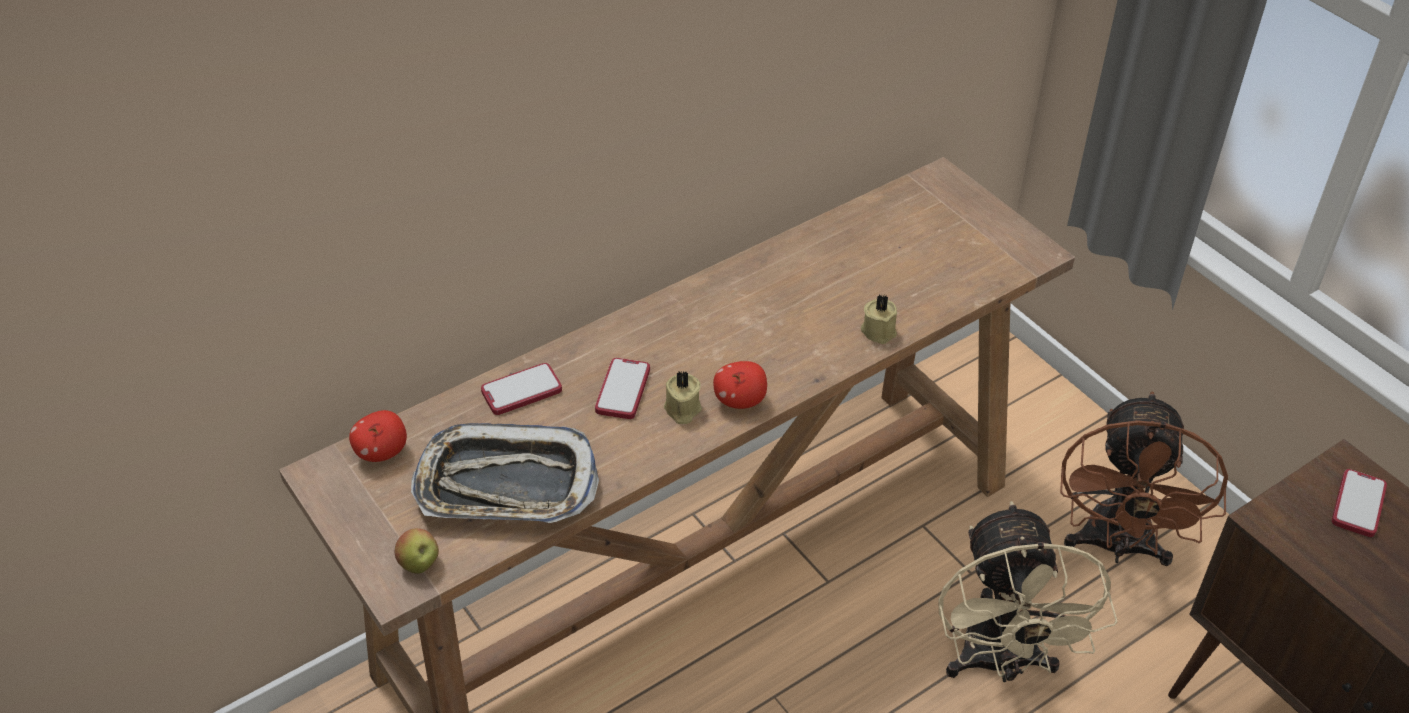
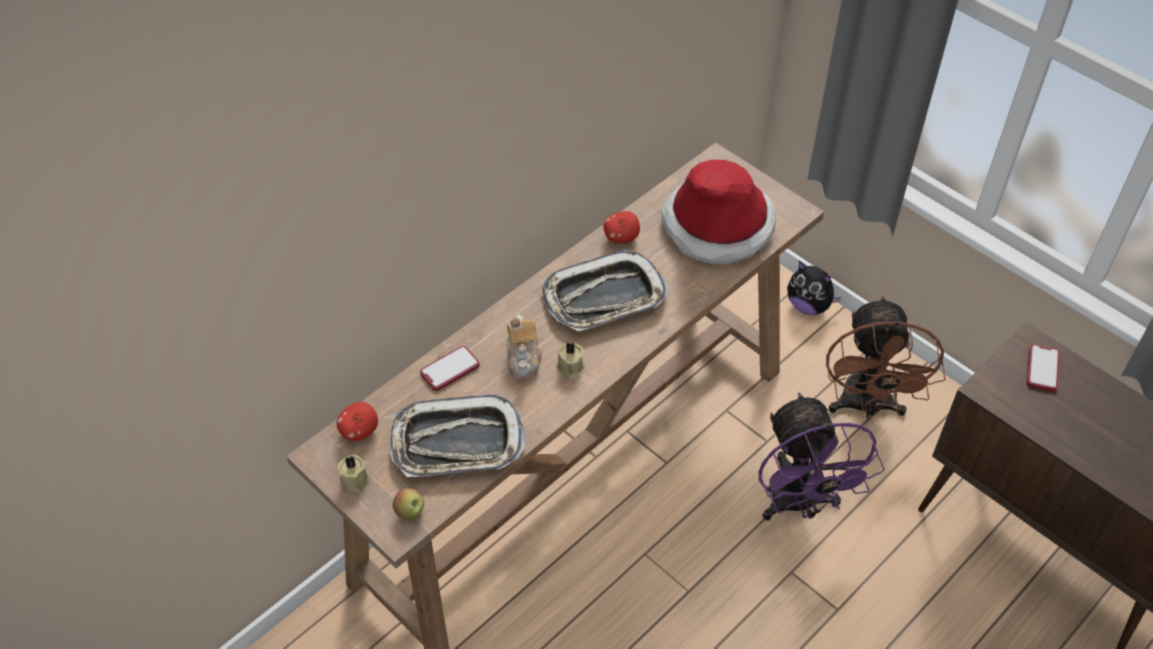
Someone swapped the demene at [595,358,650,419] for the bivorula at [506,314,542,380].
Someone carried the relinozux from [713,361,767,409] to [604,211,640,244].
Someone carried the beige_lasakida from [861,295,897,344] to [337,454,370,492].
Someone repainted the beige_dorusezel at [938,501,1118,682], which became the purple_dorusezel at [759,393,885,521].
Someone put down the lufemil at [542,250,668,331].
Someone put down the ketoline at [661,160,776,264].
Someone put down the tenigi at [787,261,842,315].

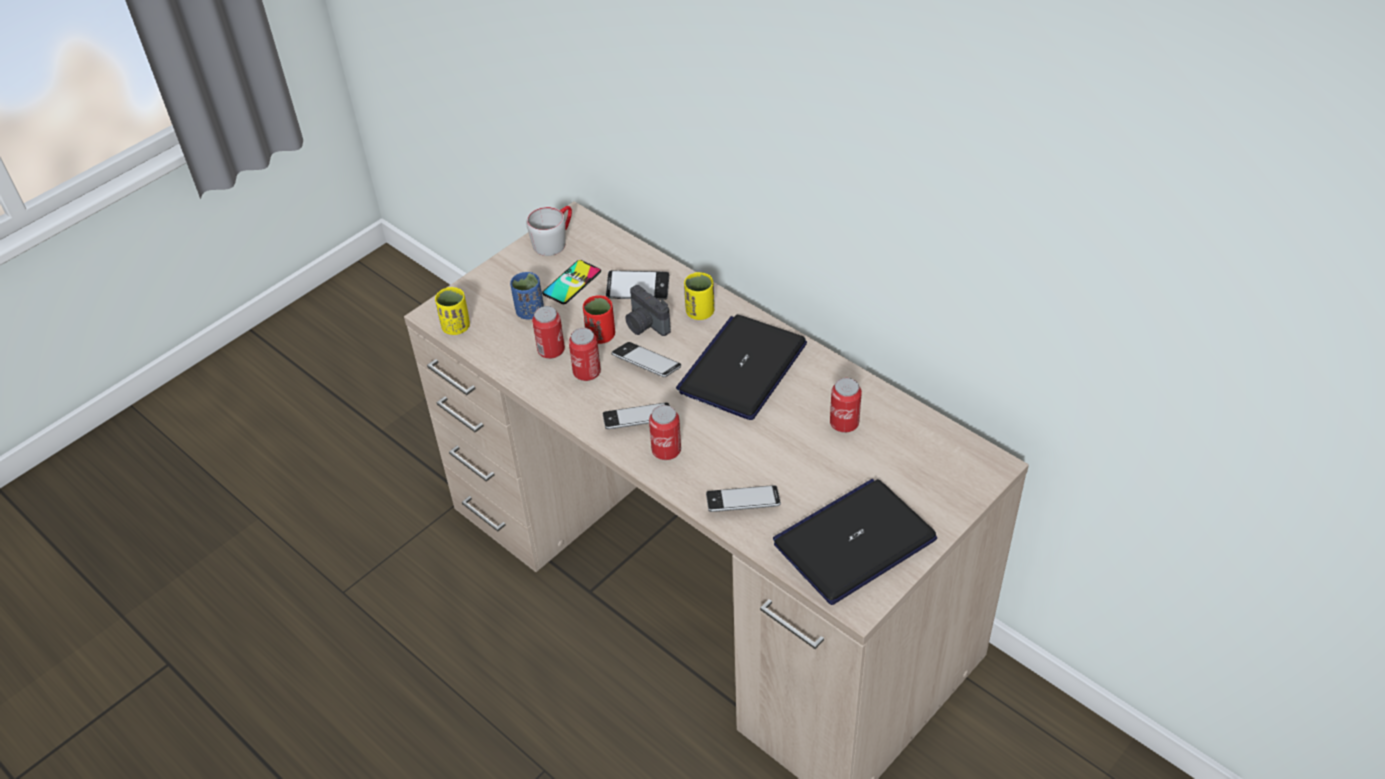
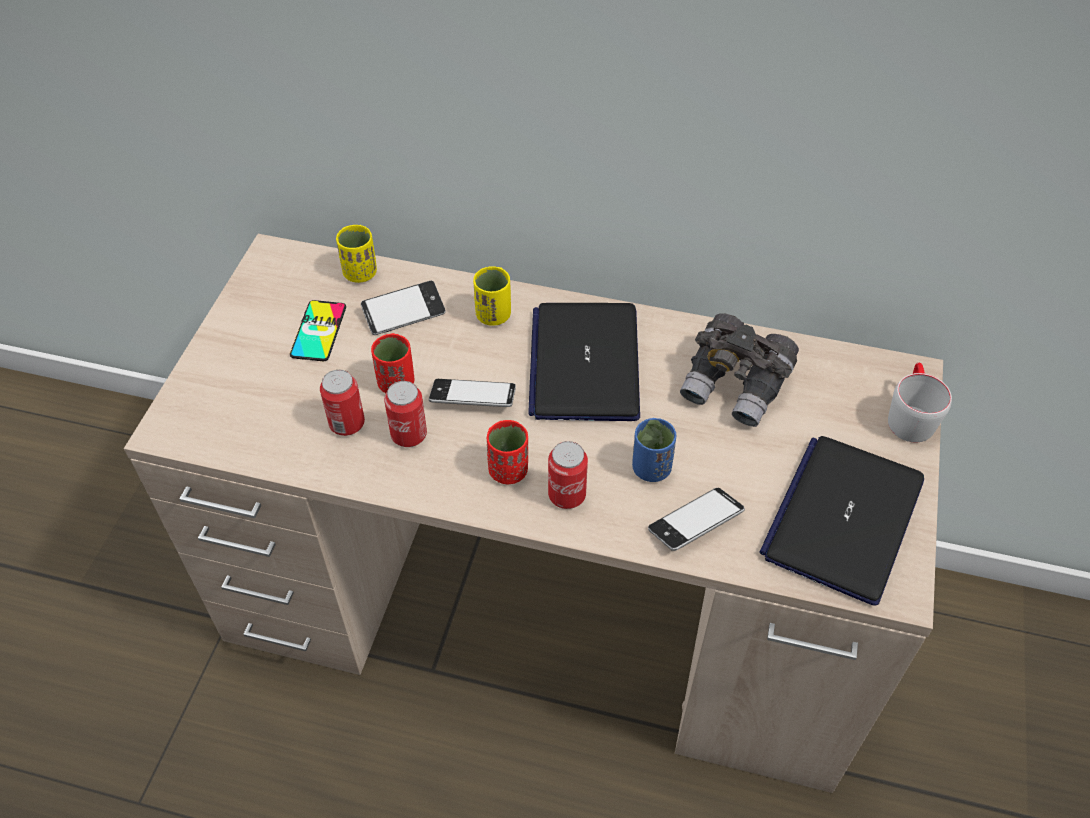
Someone carried the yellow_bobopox from [435,287,470,335] to [336,225,377,283].
Someone carried the blue_bobopox from [510,272,544,320] to [632,418,676,482].
Someone carried the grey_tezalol from [526,206,572,256] to [888,363,952,443].
Someone swapped the demene at [603,402,670,429] for the red_bobopox at [487,420,528,484].
Someone took away the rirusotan at [625,285,671,336].
Someone swapped the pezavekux at [830,378,862,433] for the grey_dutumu at [680,313,799,427].

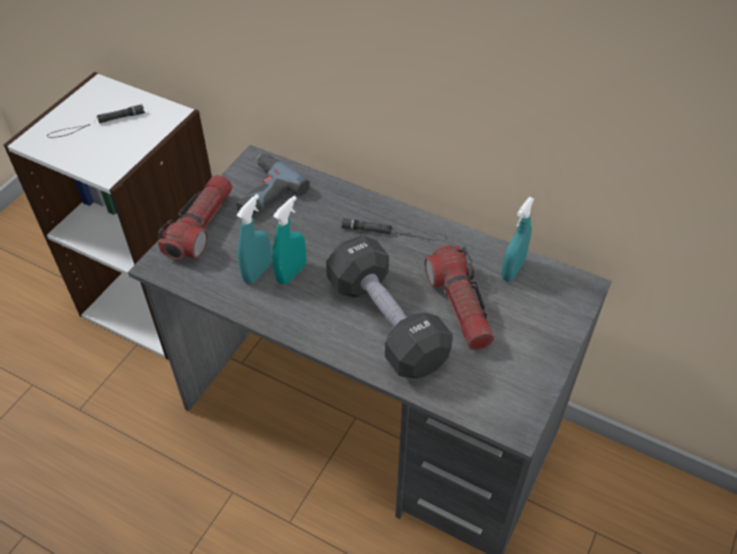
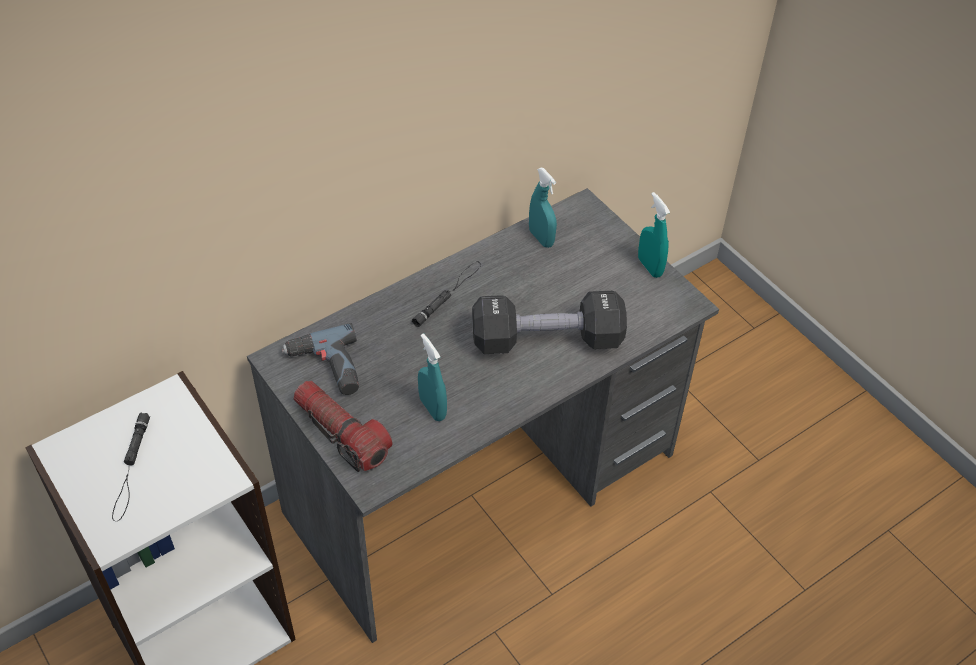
Someone carried the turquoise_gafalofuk from [272,196,306,285] to [638,192,670,278].
Someone took away the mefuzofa at [425,245,494,350].

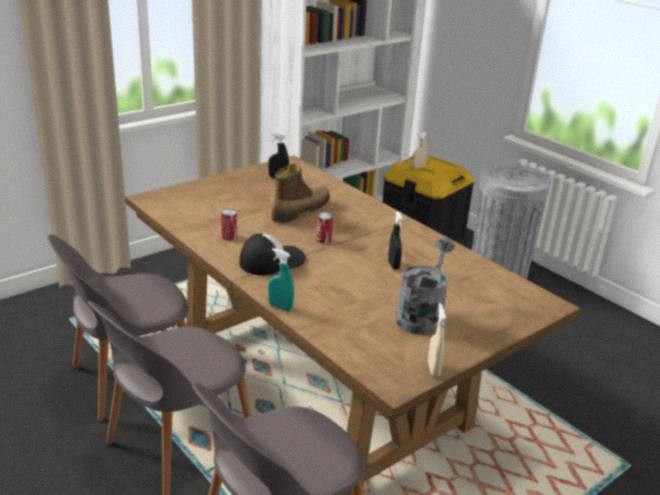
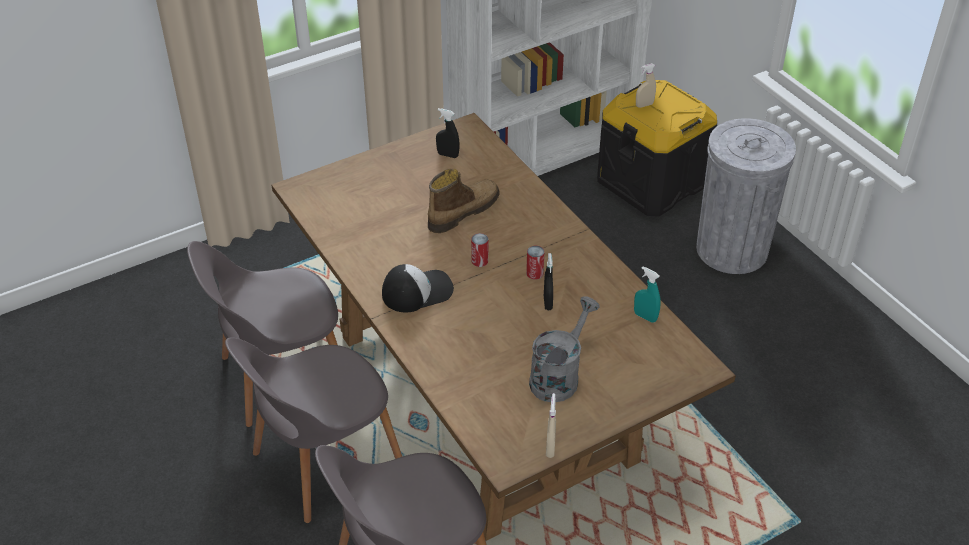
Someone carried the pezavekux from [221,209,237,240] to [526,246,544,280].
Someone carried the turquoise_gafalofuk from [268,248,294,311] to [634,266,661,323].

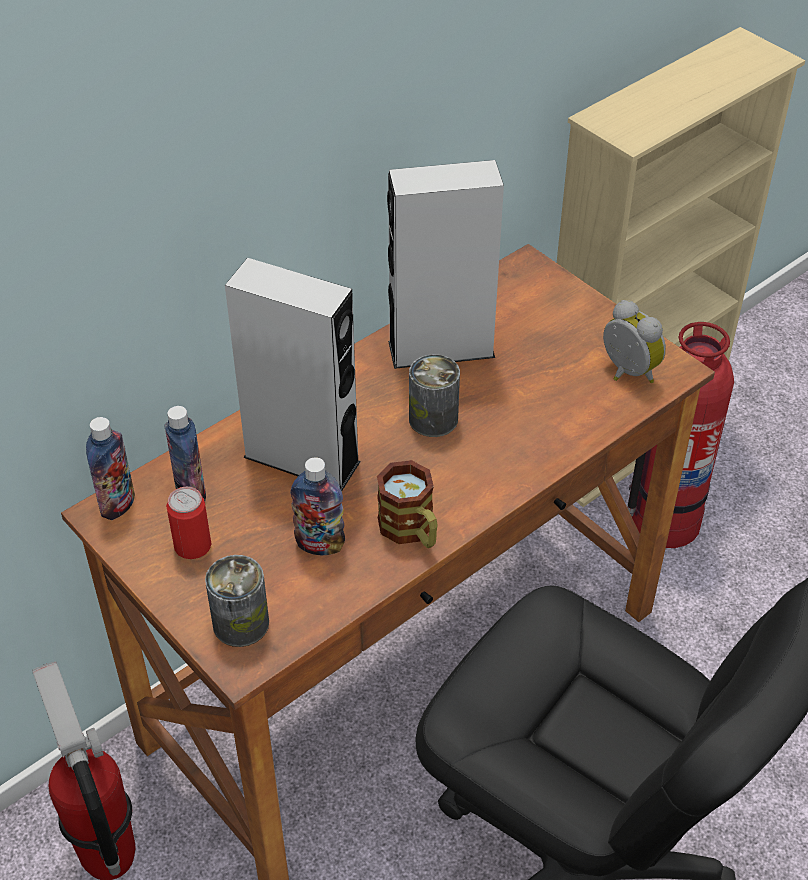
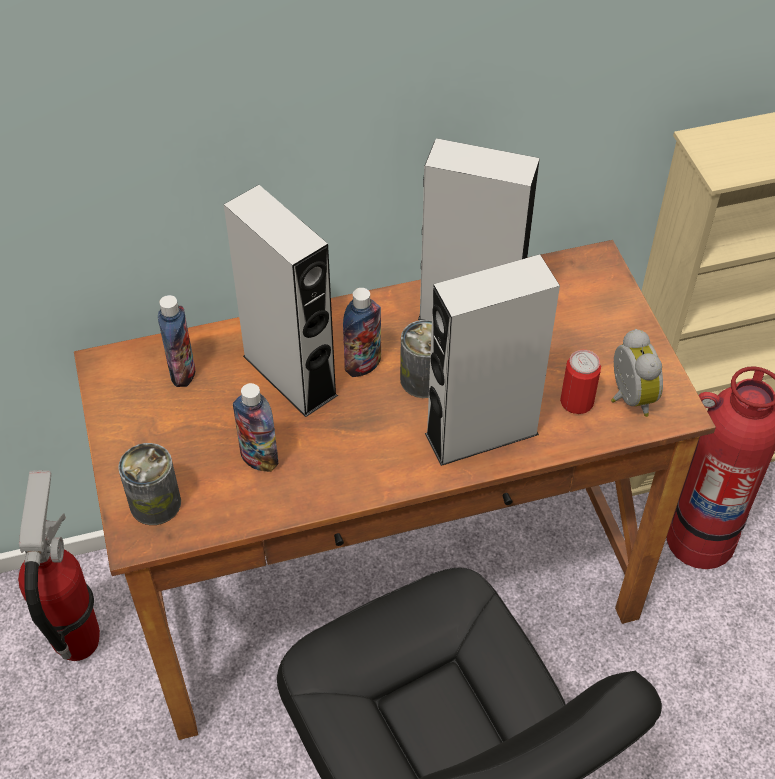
Someone carried the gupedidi from [86,417,135,520] to [343,288,381,377].
Someone carried the pezavekux from [166,487,212,559] to [560,350,601,414].
Someone took away the tezalol at [377,460,438,548].
Someone put down the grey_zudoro at [425,254,560,466].

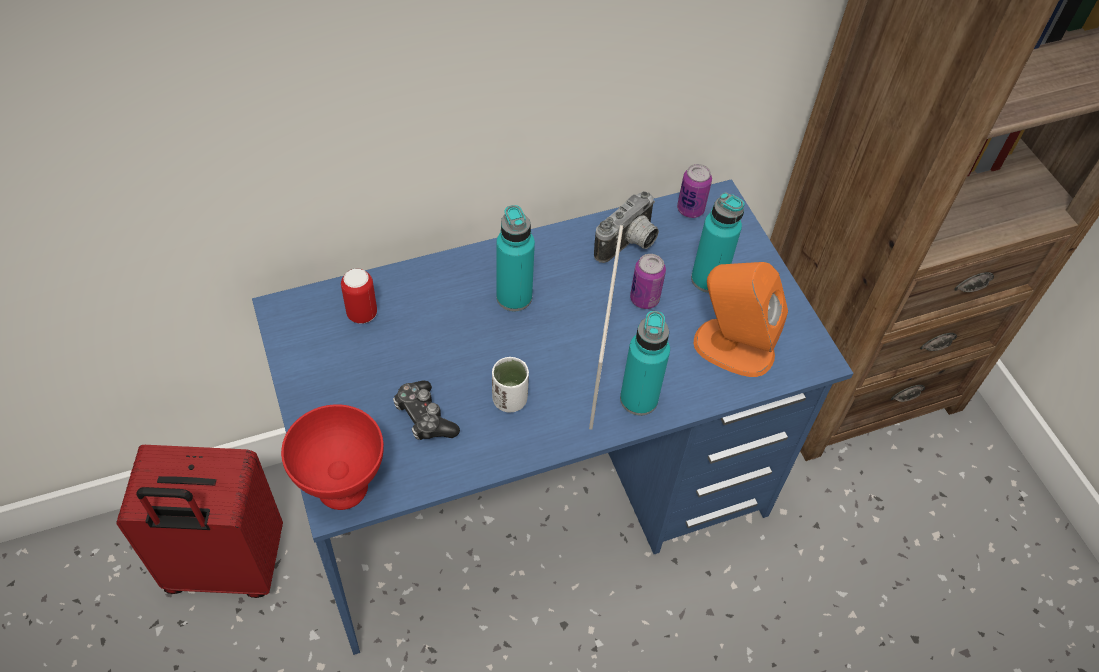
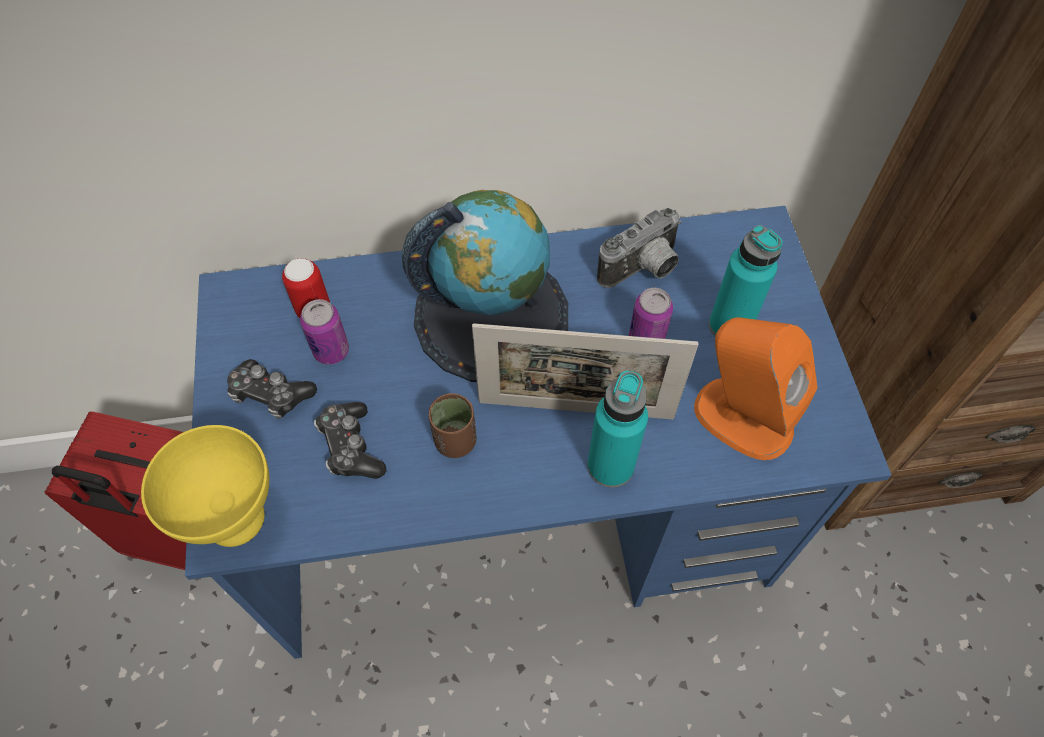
Someone repainted the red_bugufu at [281,404,384,510], which became the yellow_bugufu at [141,425,269,547].
Someone repainted the white_bobopox at [492,357,529,413], which became the brown_bobopox at [429,393,477,458].
Someone swapped the turquoise_gupedidi at [496,205,535,311] for the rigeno at [402,190,568,382].
Someone rotated the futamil at [589,225,623,430] by 75 degrees clockwise.
Someone carried the pezavekux from [677,164,712,218] to [300,299,349,365].
Someone put down the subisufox at [227,359,317,419].

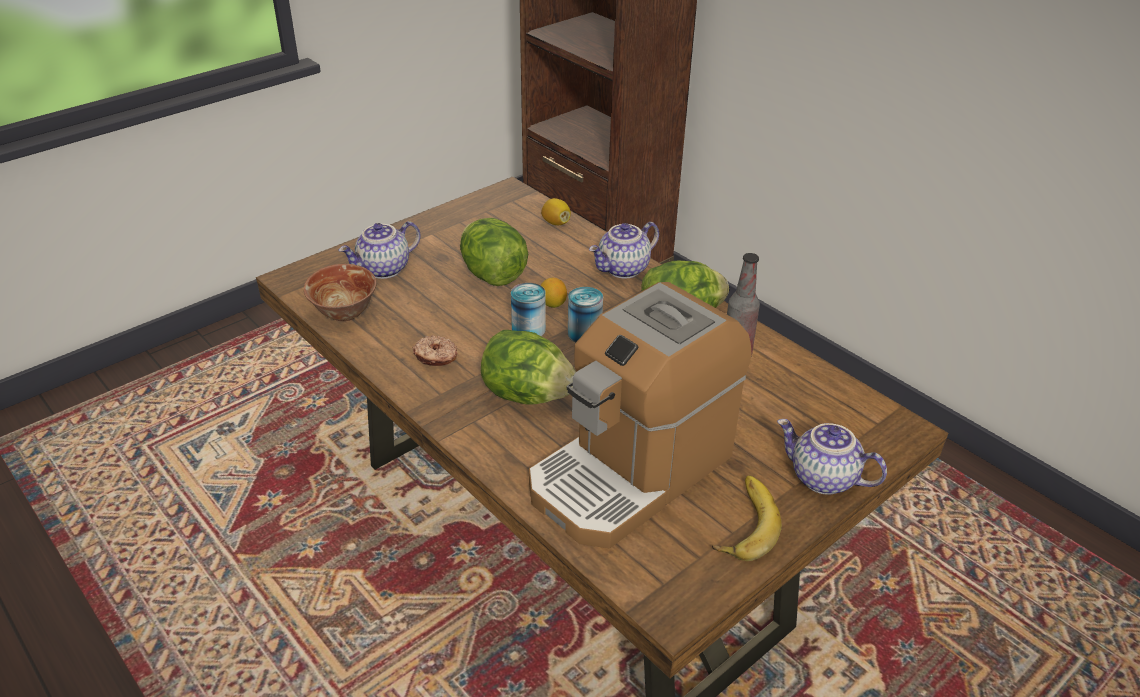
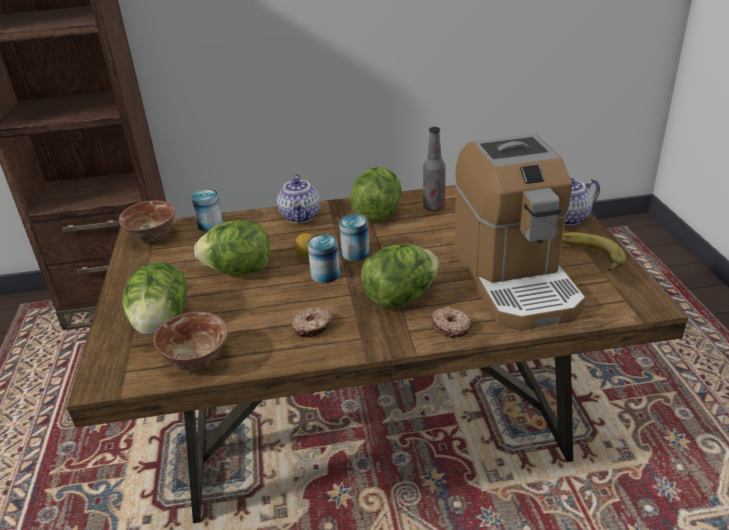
Someone swapped the bivorula at [338,221,420,279] for the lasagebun at [122,262,187,335].
Someone swapped the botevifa at [541,198,571,225] for the pezavekux at [191,189,223,232].
Someone put down the bugufu at [119,200,176,243].
Someone put down the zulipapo at [432,307,472,338].

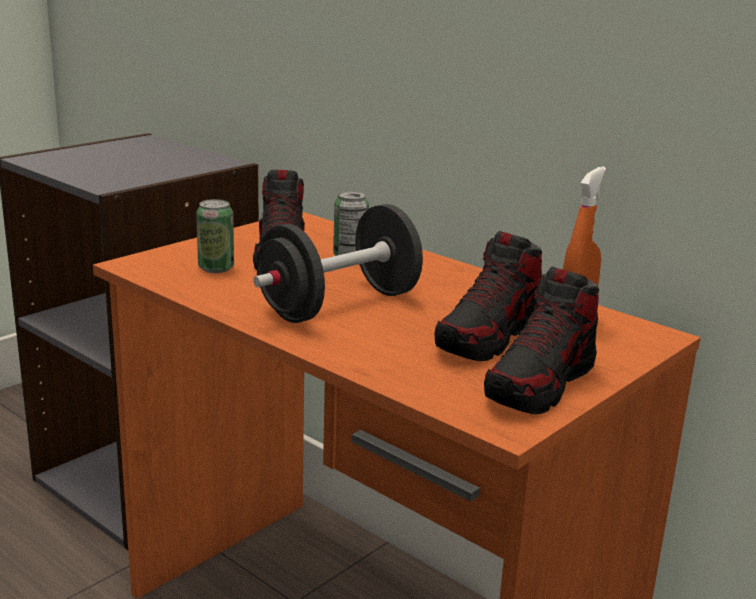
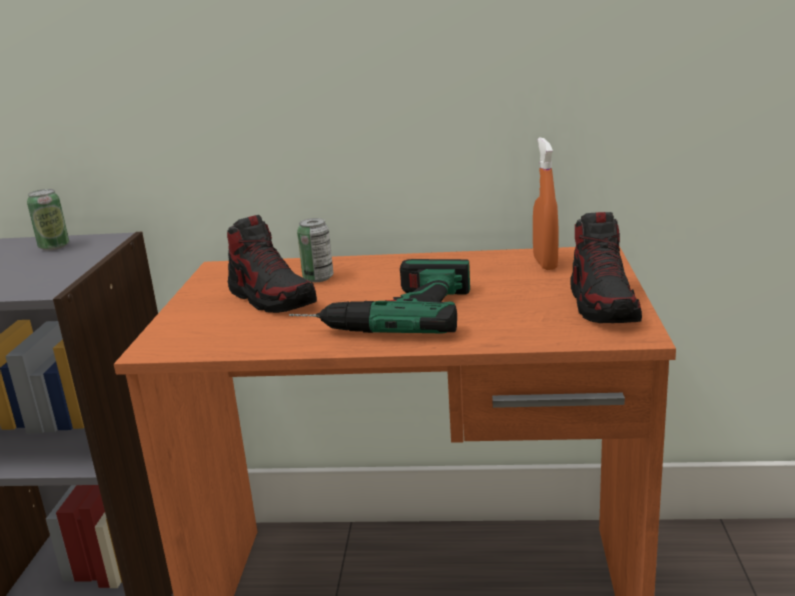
Someone carried the pezavekux from [196,199,234,273] to [27,189,69,251].
Someone swapped the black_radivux at [253,204,423,323] for the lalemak at [289,259,470,333].
Someone took away the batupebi at [435,231,542,361].

